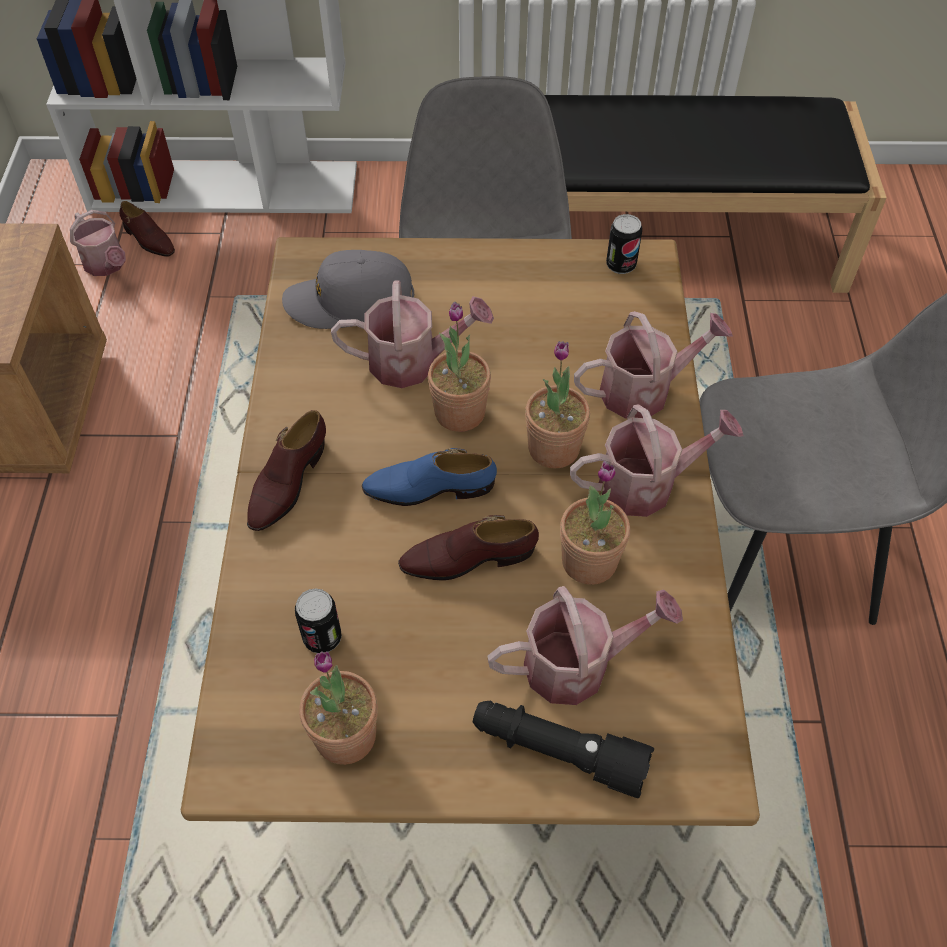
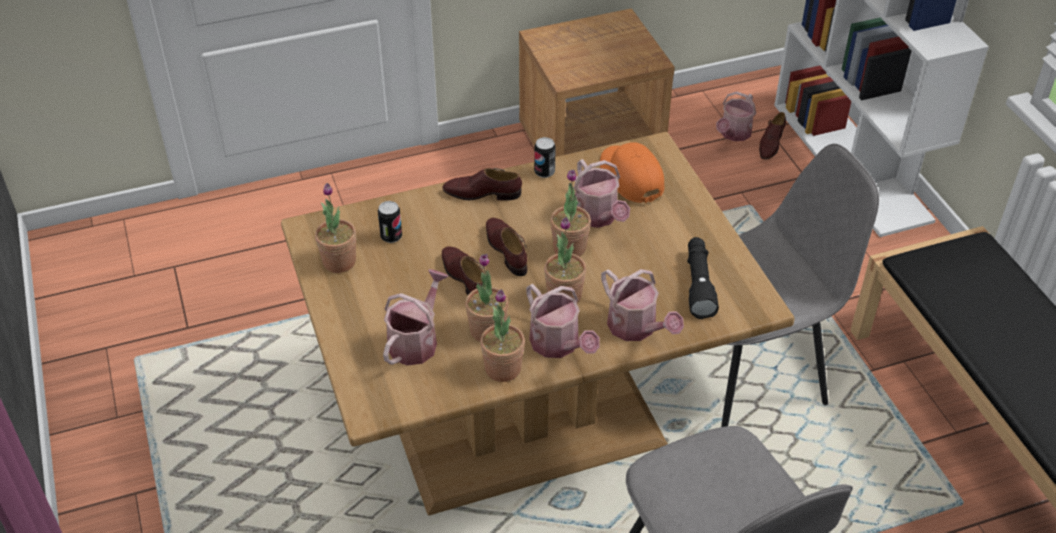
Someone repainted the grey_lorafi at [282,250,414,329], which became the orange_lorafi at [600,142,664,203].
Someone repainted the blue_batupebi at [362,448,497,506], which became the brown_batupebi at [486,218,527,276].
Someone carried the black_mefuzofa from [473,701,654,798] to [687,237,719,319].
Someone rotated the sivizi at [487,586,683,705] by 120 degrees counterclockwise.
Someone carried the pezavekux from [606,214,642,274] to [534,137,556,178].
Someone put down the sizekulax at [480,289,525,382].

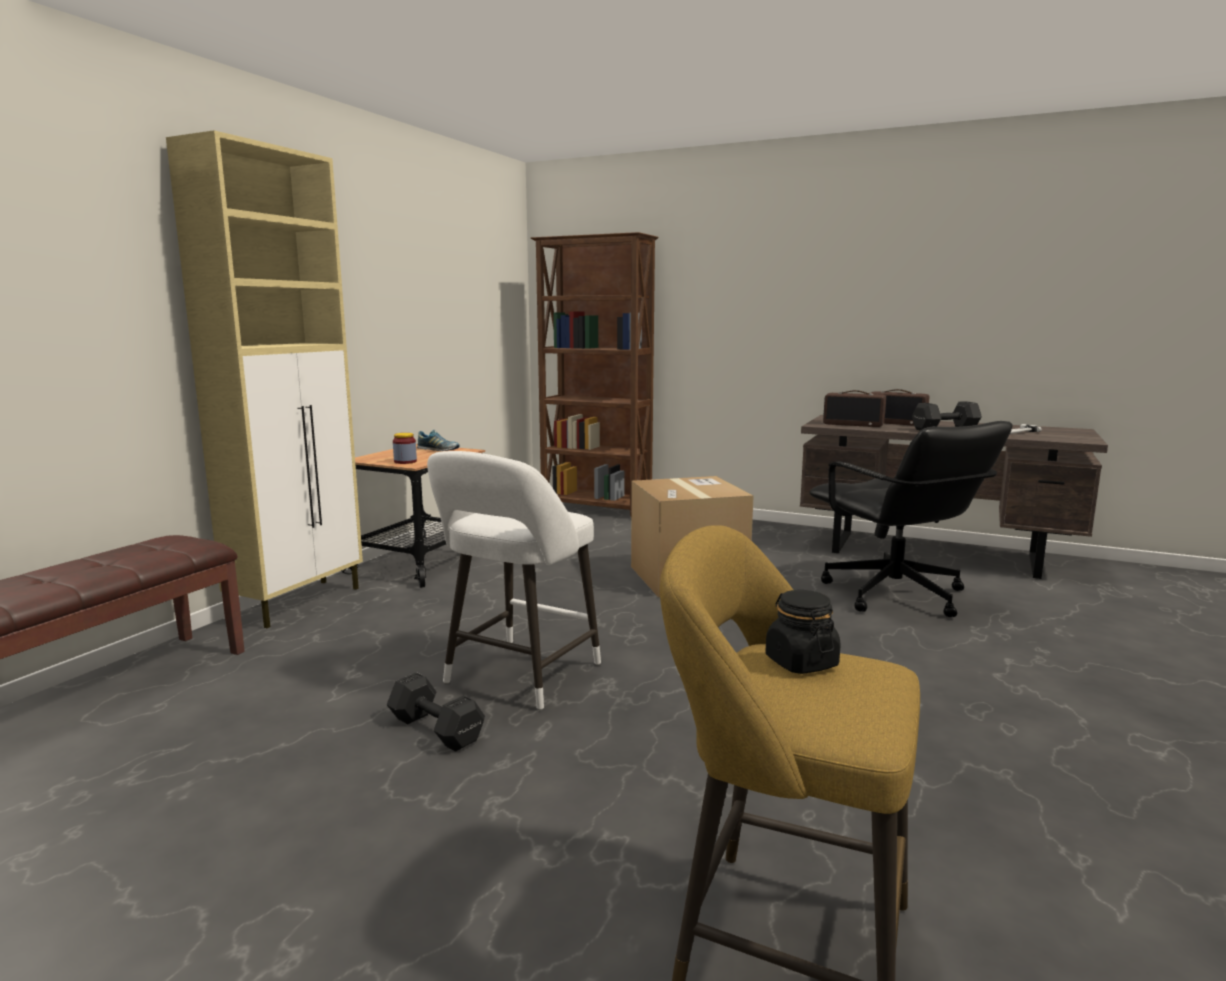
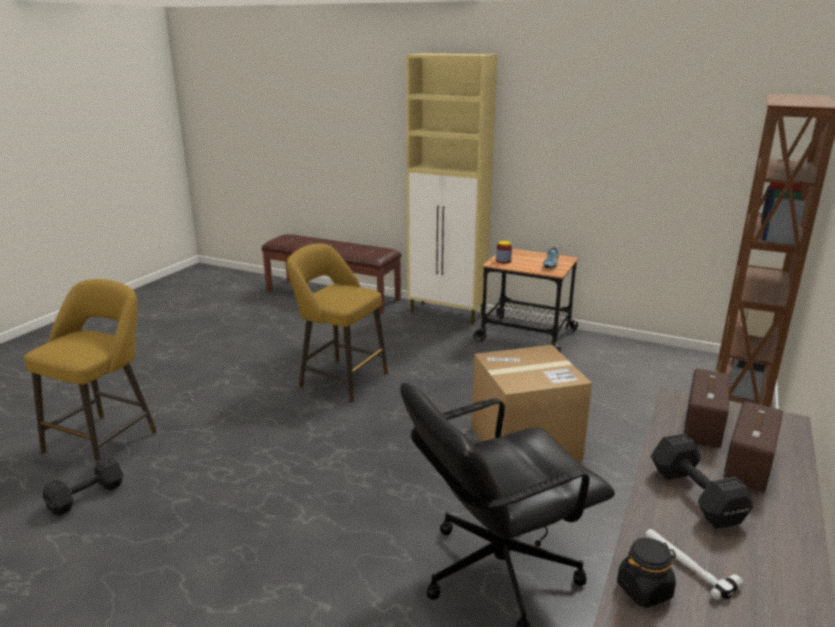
Someone carried the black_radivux from [387,672,485,752] to [43,457,123,516].
Someone repainted the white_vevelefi at [427,451,601,710], which became the yellow_vevelefi at [286,243,388,403].
Someone carried the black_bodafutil from [765,590,841,674] to [617,538,676,608].

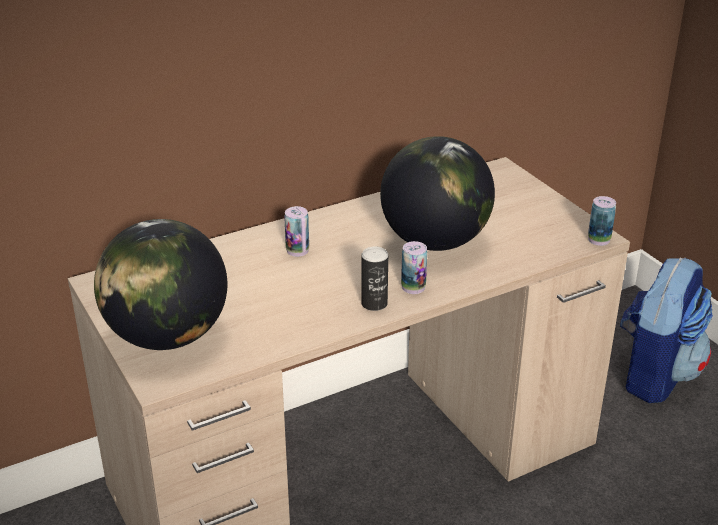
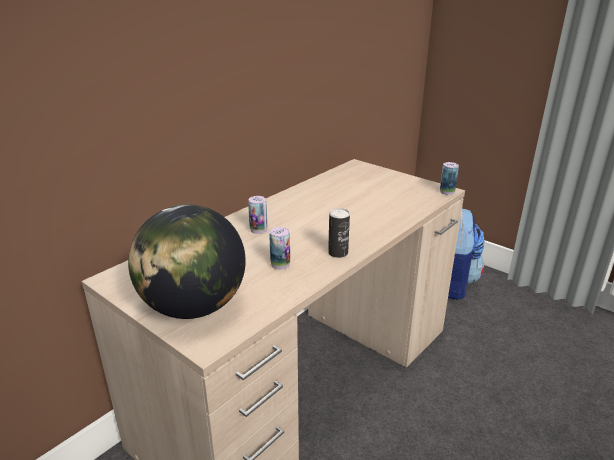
Someone took away the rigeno at [380,136,495,251].
Someone carried the pezavekux from [401,241,427,294] to [269,227,290,270].

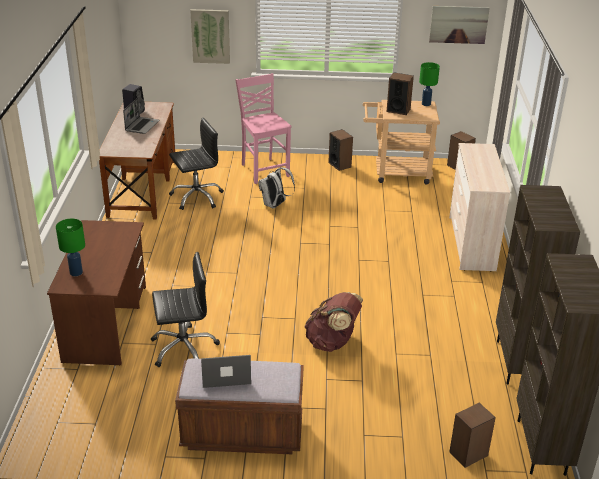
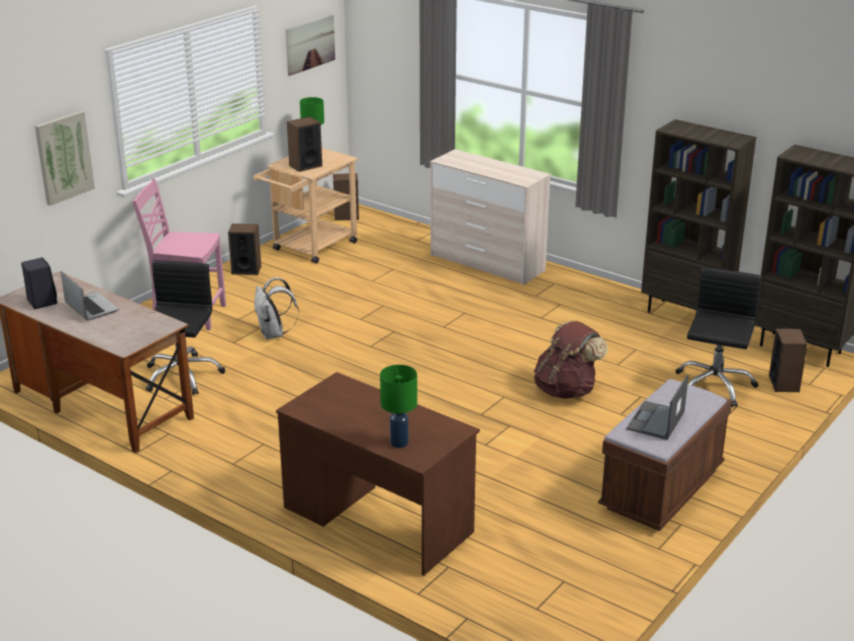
Someone carried the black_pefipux from [151,252,220,367] to [675,267,762,407].

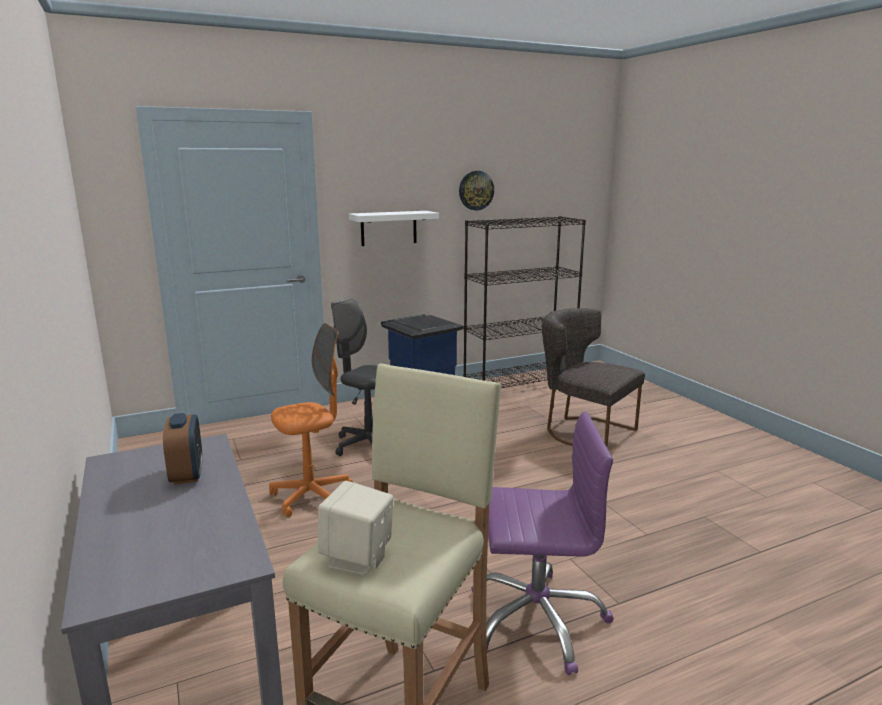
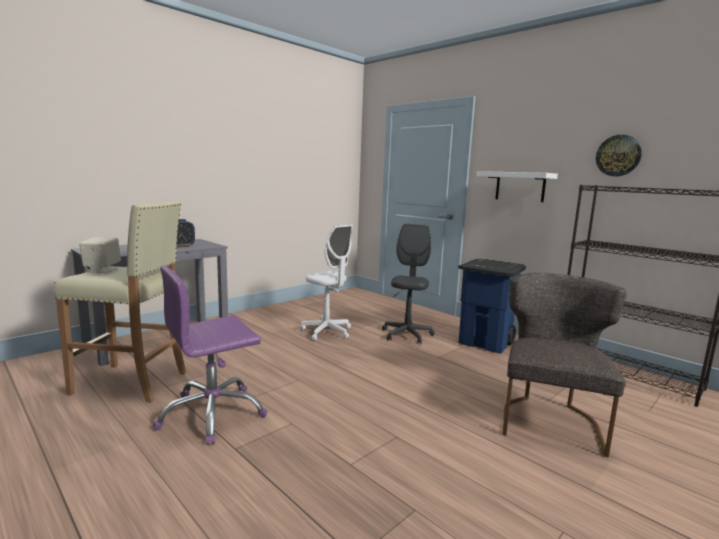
Someone repainted the orange_pefipux at [269,323,353,517], which became the white_pefipux at [300,224,353,341].
Someone rotated the purple_pefipux at [471,412,614,675] by 75 degrees clockwise.

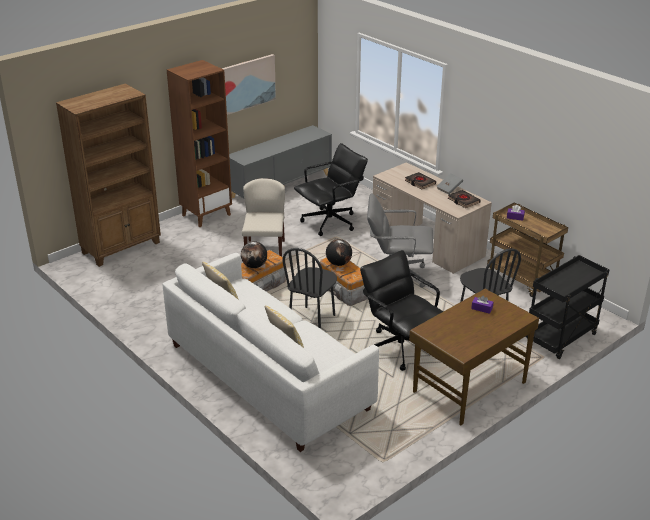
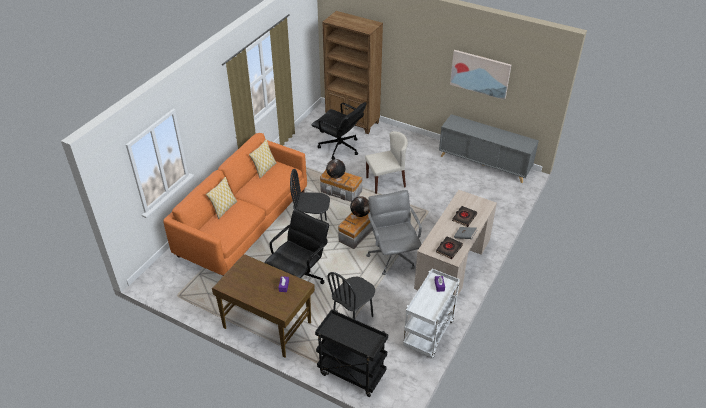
Someone repainted the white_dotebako at [163,253,379,452], which became the orange_dotebako at [163,133,307,276].
Someone took away the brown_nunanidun at [167,60,232,227].
Someone carried the black_pefipux from [294,143,368,236] to [312,102,367,160].
Someone repainted the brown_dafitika at [487,203,568,297], which became the white_dafitika at [403,269,460,358].

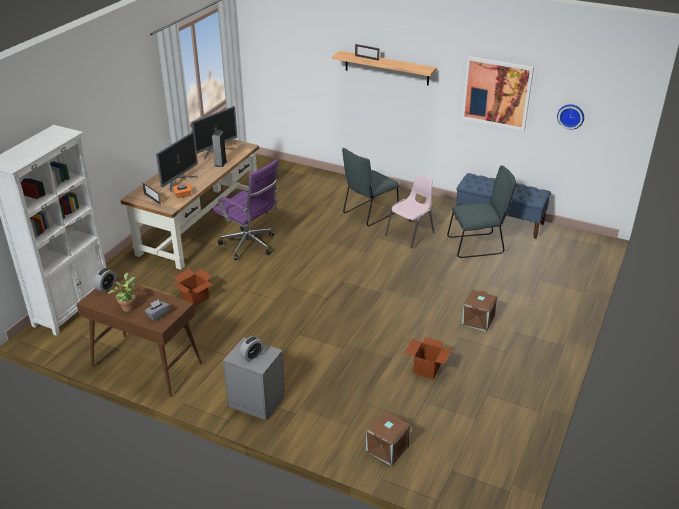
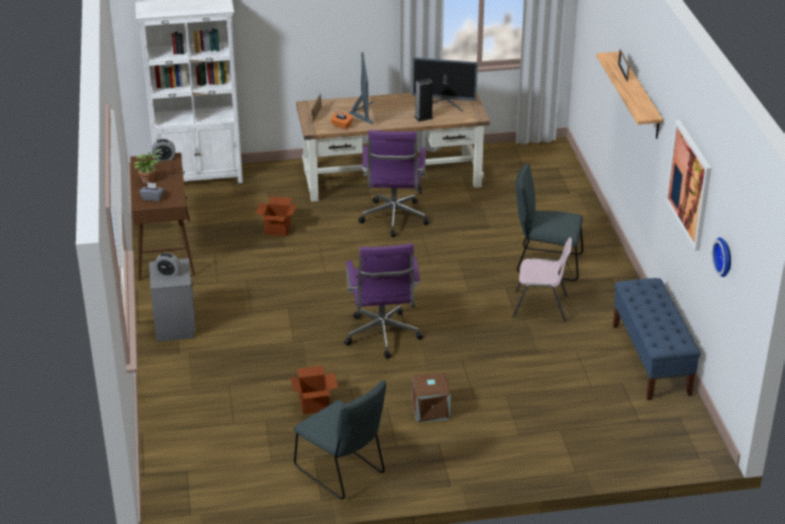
Someone rotated the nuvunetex at [156,132,198,193] by 90 degrees counterclockwise.
Someone took away the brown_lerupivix at [366,411,411,466].
Someone carried the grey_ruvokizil from [447,165,516,258] to [294,380,386,499].
Someone put down the purple_pefipux at [344,243,423,359].

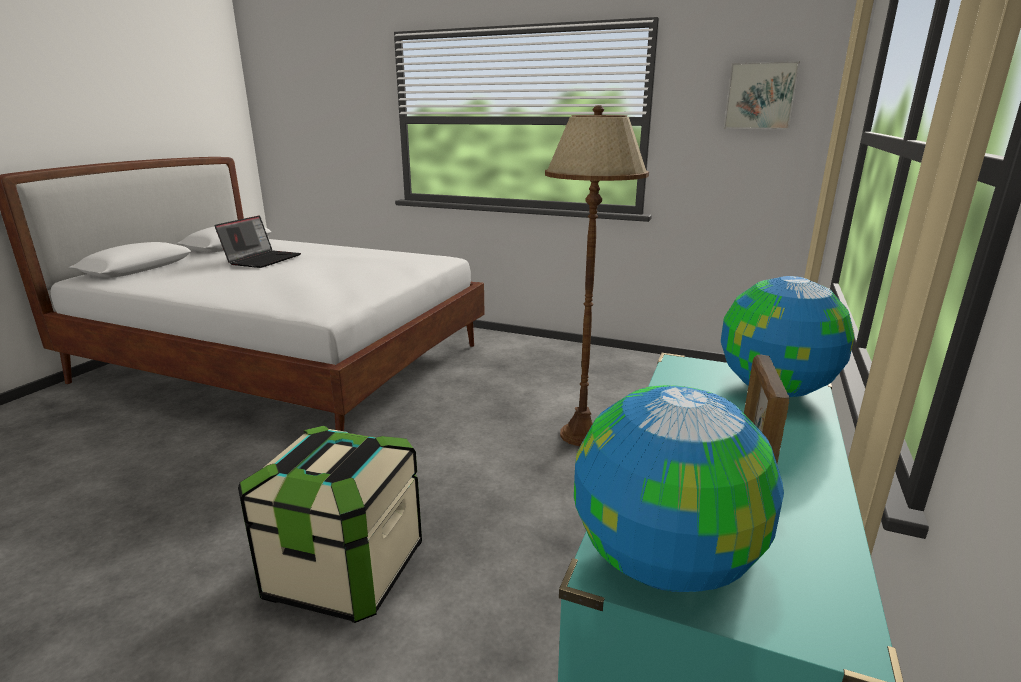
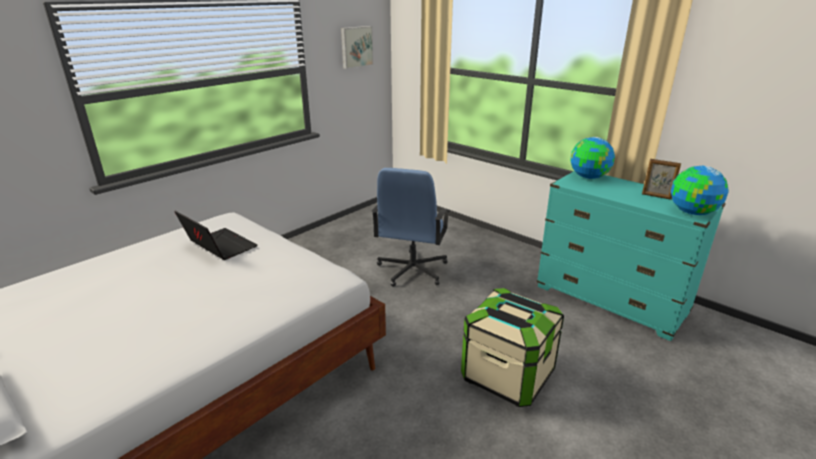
Someone carried the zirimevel from [215,215,301,268] to [174,211,257,260].
Someone swapped the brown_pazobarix at [545,105,649,446] for the blue_pefipux at [372,168,450,287].

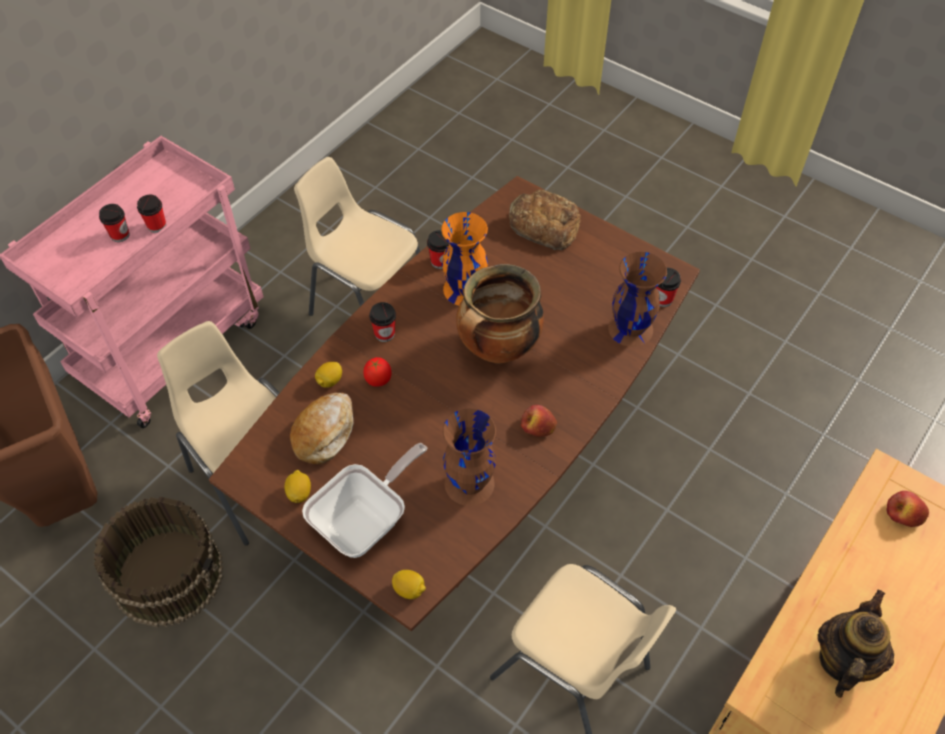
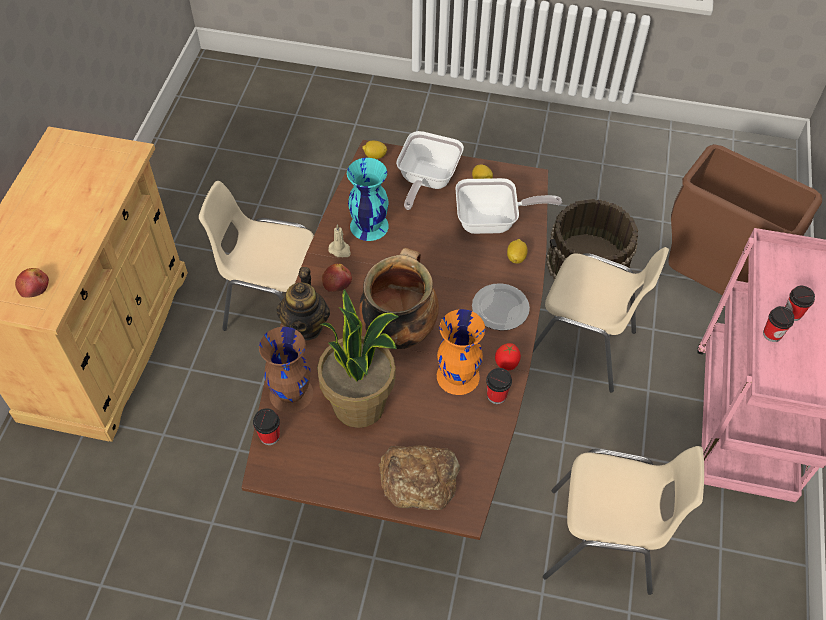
Someone swapped the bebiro at [290,393,353,464] for the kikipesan at [455,178,562,234].
Someone carried the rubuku from [363,357,392,387] to [495,343,521,370].
Someone swapped the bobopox at [369,302,396,342] for the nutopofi at [472,283,530,331].
Someone repainted the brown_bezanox at [442,409,496,506], which became the turquoise_bezanox at [347,158,389,241].
Someone carried the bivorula from [818,589,894,698] to [276,267,330,341].
Someone put down the sizekulax at [317,289,399,428].
Someone put down the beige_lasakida at [328,224,351,257].

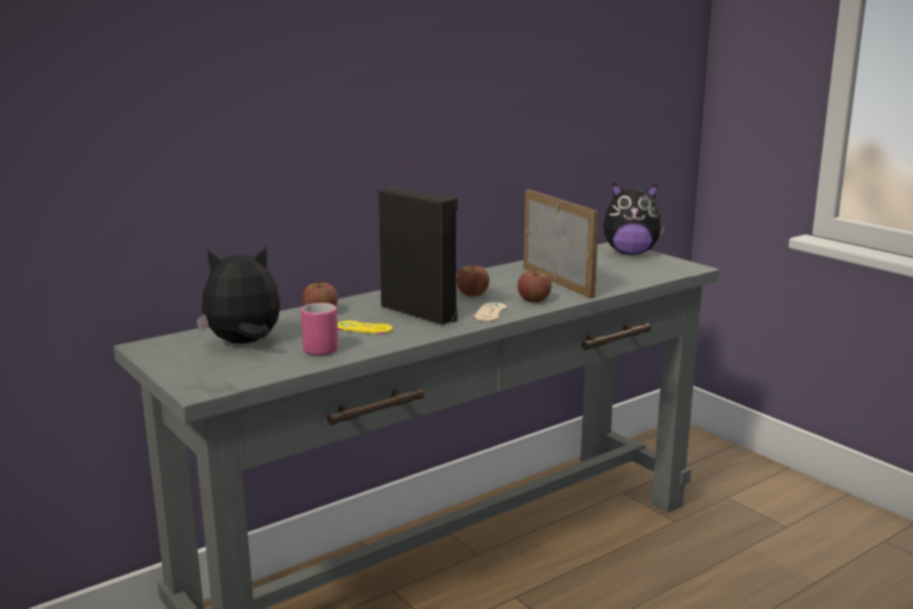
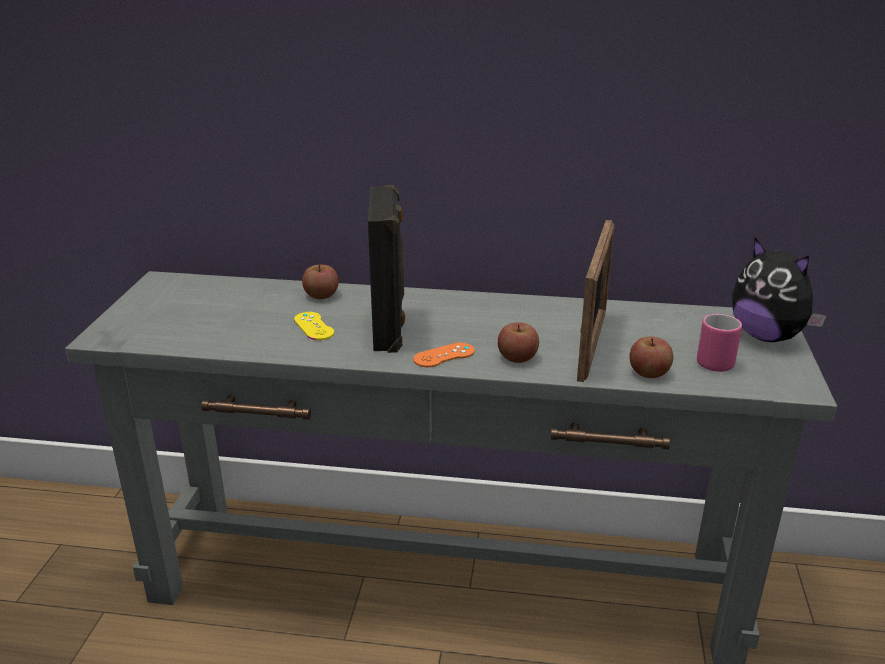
Someone took away the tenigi at [196,245,281,344].
Someone carried the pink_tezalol from [301,303,338,356] to [697,314,742,372].
Someone carried the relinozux from [456,265,489,296] to [629,337,673,378].
Someone repainted the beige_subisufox at [474,302,507,322], which became the orange_subisufox at [413,343,475,367].

